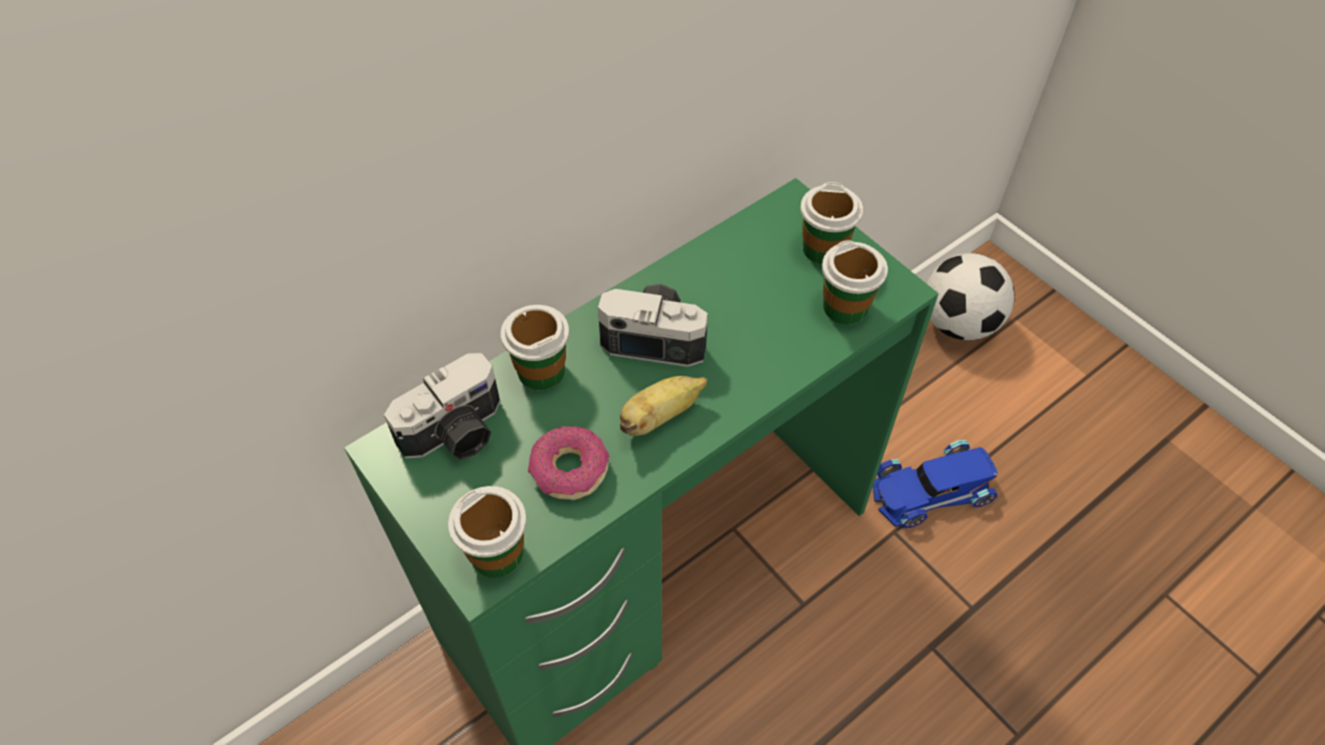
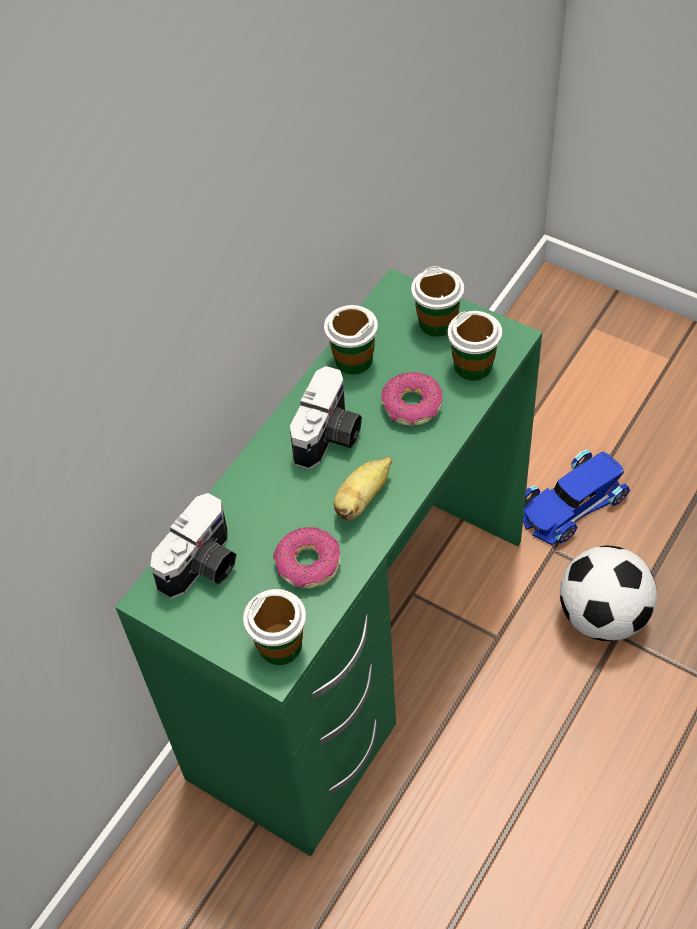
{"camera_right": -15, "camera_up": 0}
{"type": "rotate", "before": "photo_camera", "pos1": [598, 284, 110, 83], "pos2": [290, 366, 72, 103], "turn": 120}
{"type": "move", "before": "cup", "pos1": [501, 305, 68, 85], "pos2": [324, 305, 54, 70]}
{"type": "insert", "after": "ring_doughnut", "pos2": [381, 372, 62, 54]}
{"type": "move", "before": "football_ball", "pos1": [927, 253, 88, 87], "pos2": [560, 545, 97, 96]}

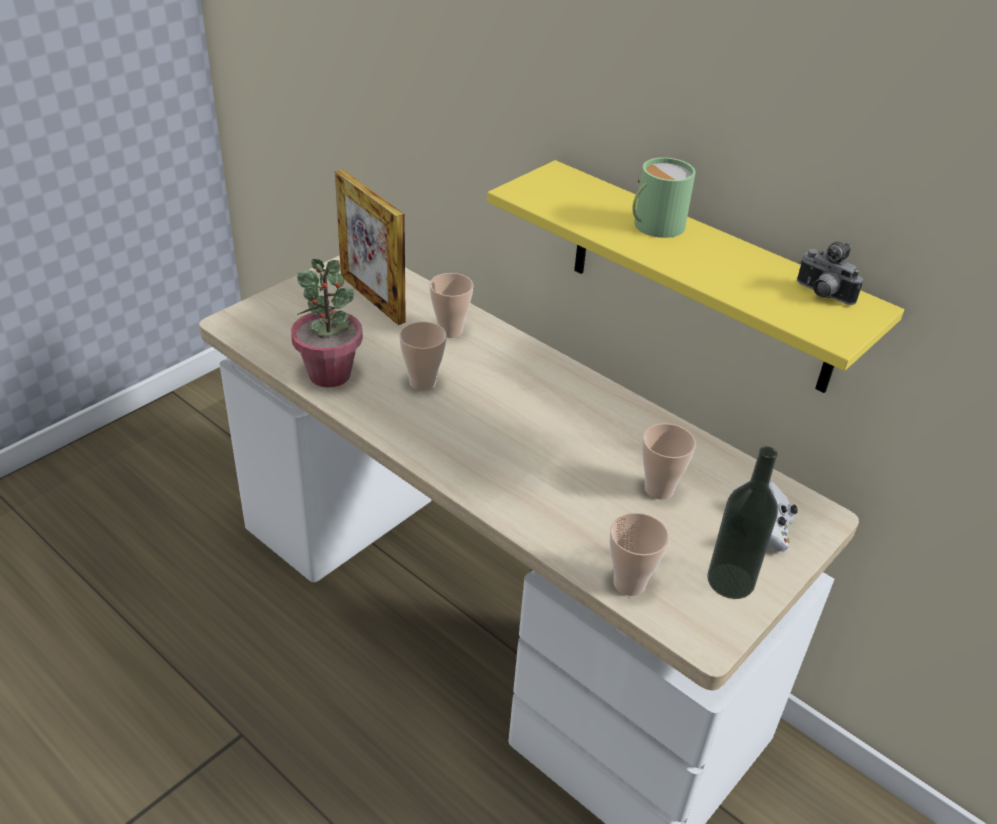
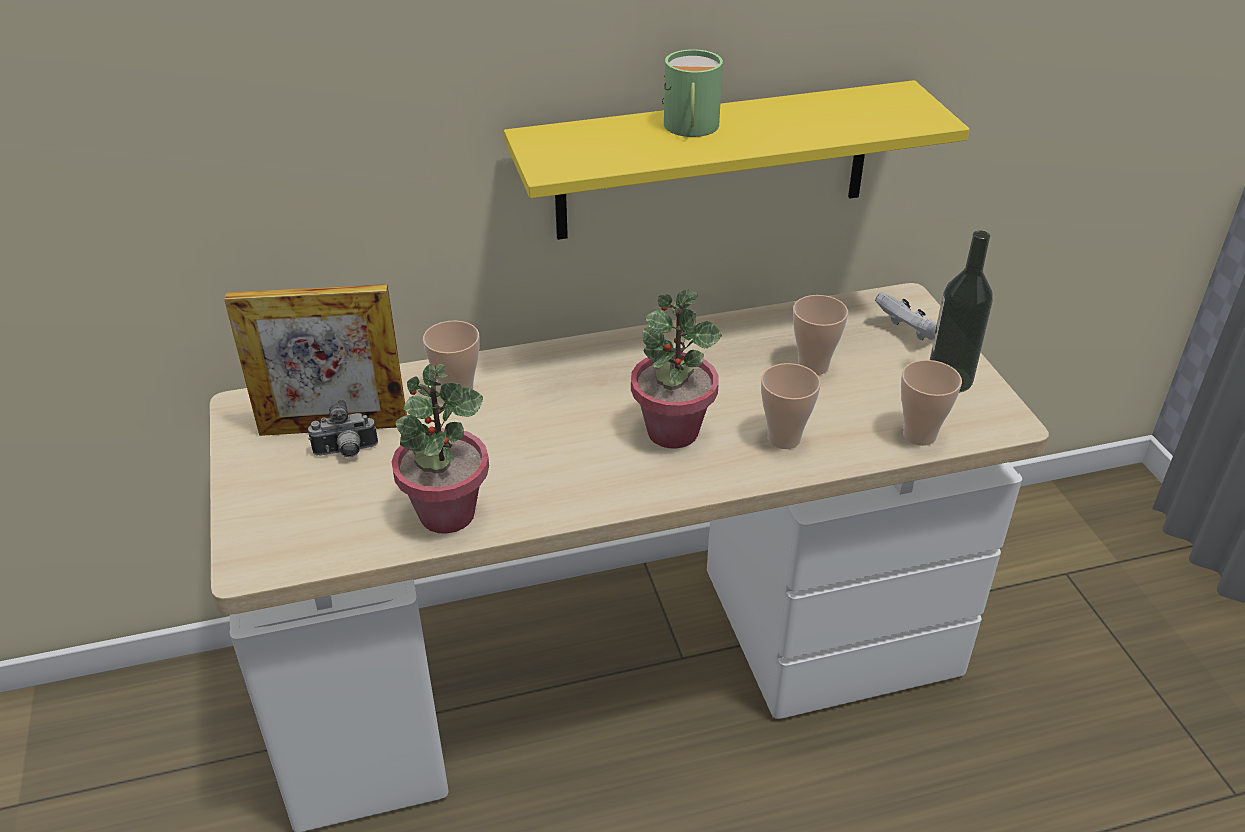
{"camera_right": -55, "camera_up": 0}
{"type": "move", "before": "photo_camera", "pos1": [797, 241, 66, 64], "pos2": [308, 399, 70, 58]}
{"type": "insert", "after": "plant_in_a_pot", "pos2": [631, 290, 91, 159]}
{"type": "move", "before": "cup", "pos1": [399, 322, 48, 69], "pos2": [761, 363, 60, 86]}

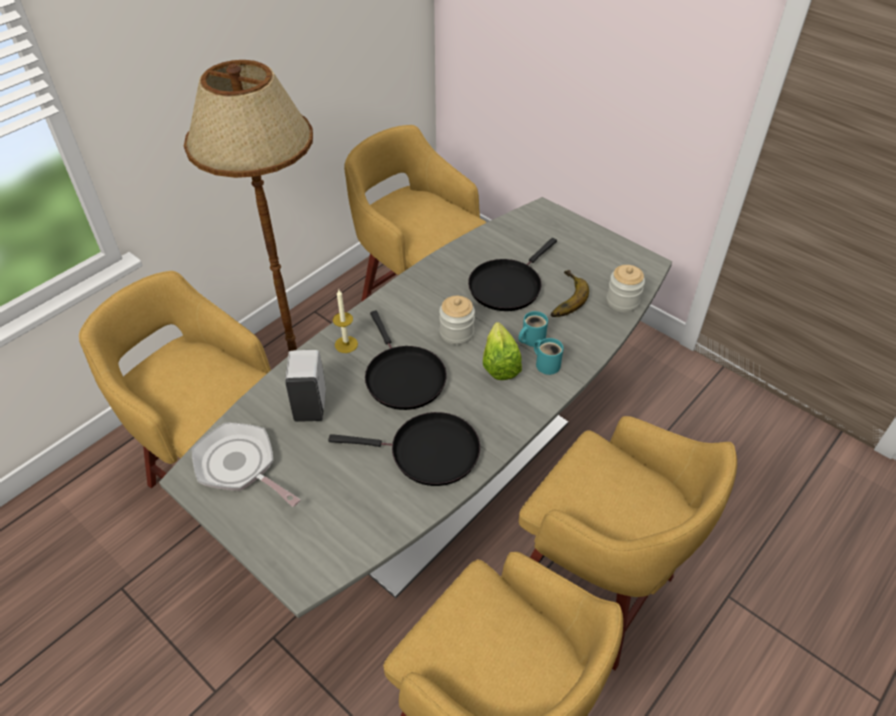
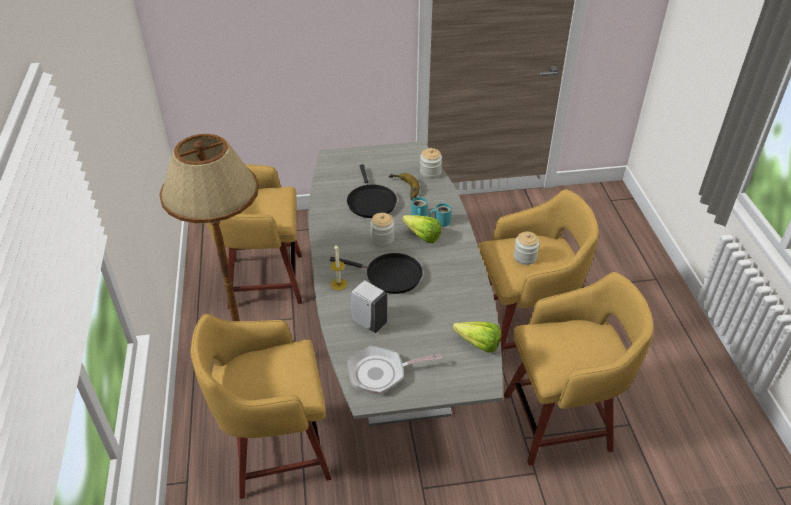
{"camera_right": -50, "camera_up": -5}
{"type": "insert", "after": "lettuce", "pos2": [452, 322, 49, 31]}
{"type": "insert", "after": "jar", "pos2": [514, 232, 26, 33]}
{"type": "delete", "before": "blackish_frying_pan", "pos1": [328, 412, 152, 74]}

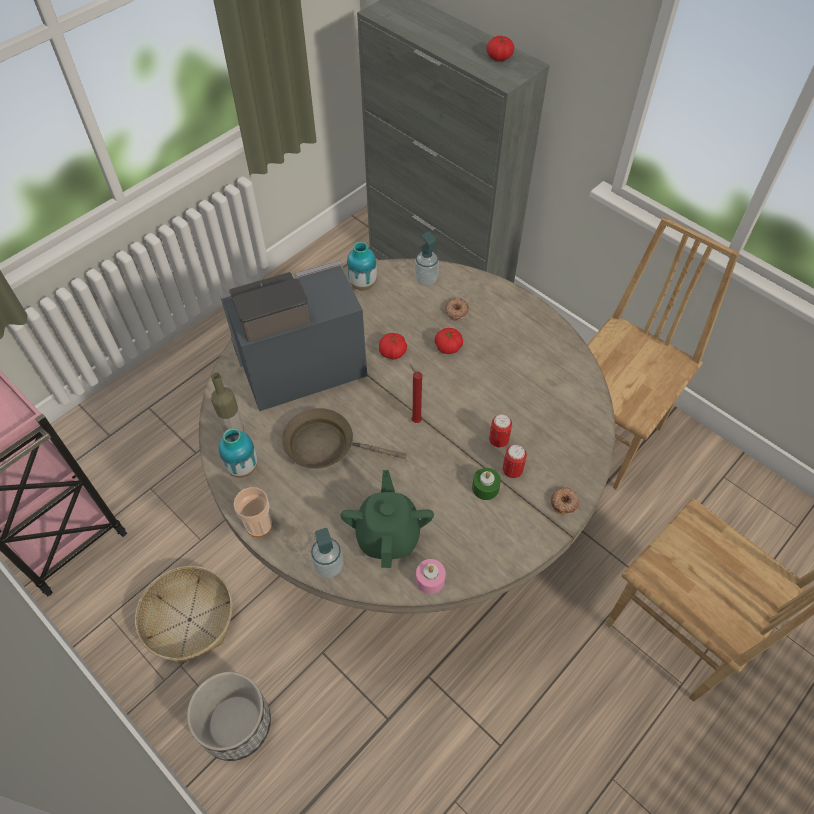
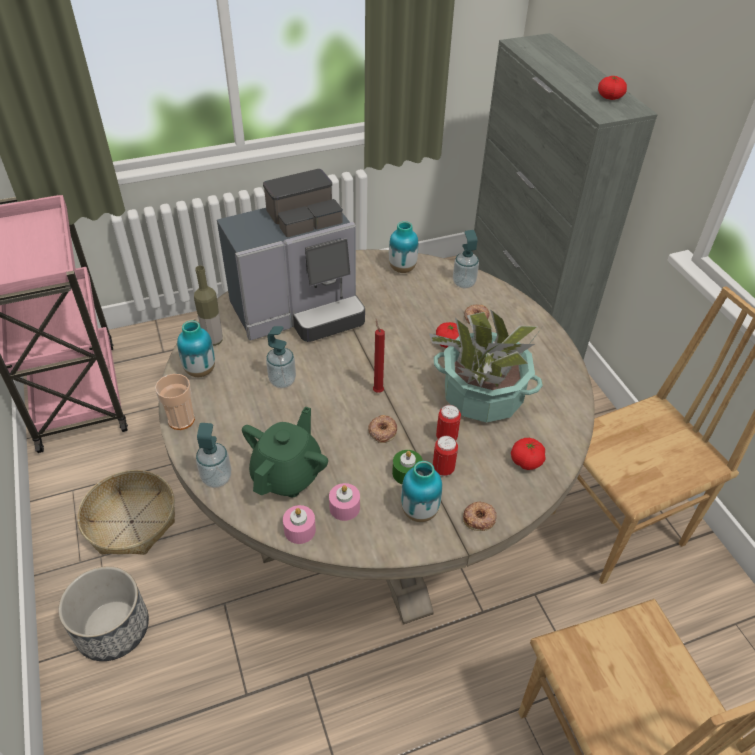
{"camera_right": 25, "camera_up": -10}
{"type": "rotate", "before": "coffee_maker", "pos1": [220, 260, 147, 151], "pos2": [217, 169, 148, 173], "turn": 150}
{"type": "replace", "before": "brownish_frying_pan", "after": "liquid_soap_bottle", "pos1": [282, 408, 125, 61], "pos2": [266, 326, 30, 62]}
{"type": "insert", "after": "pink_wax_light", "pos2": [329, 483, 31, 38]}
{"type": "insert", "after": "ring_doughnut", "pos2": [368, 415, 29, 28]}
{"type": "insert", "after": "flower_vase", "pos2": [401, 461, 41, 61]}
{"type": "insert", "after": "plant_in_a_pot", "pos2": [429, 309, 115, 114]}
{"type": "move", "before": "tomato", "pos1": [379, 333, 28, 27], "pos2": [511, 438, 35, 32]}

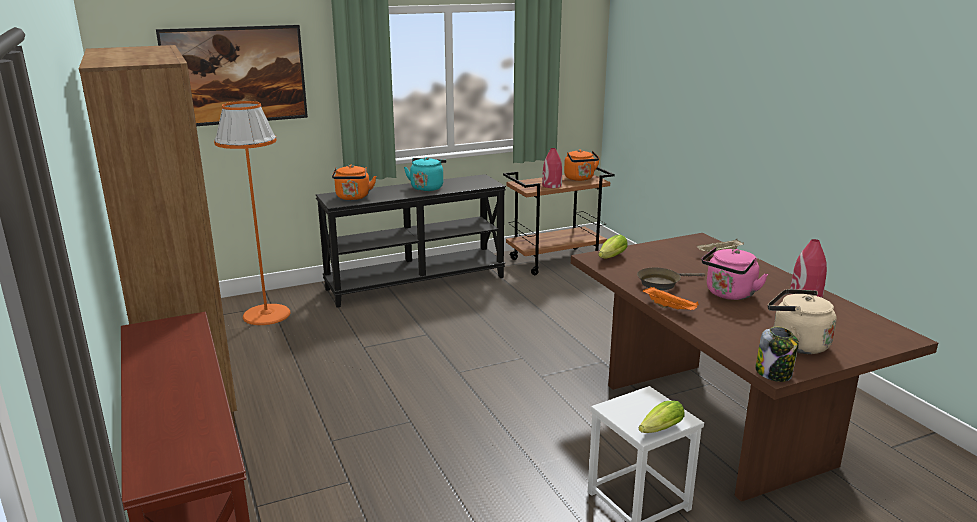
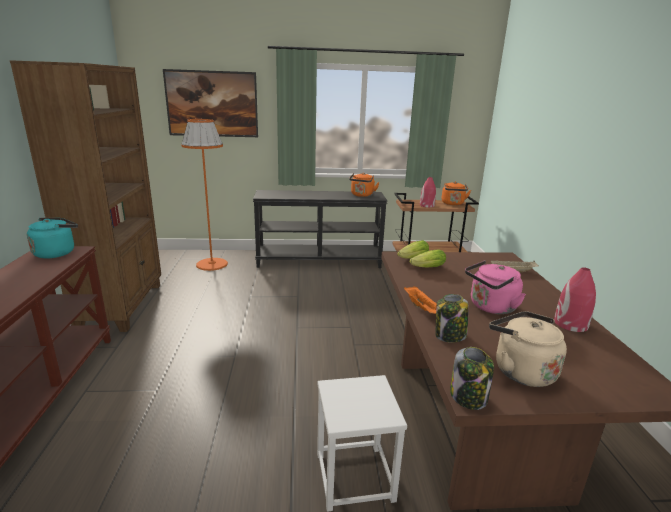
{"camera_right": 20, "camera_up": 0}
{"type": "move", "before": "blue-green_water_kettle", "pos1": [404, 157, 42, 34], "pos2": [27, 218, 51, 40]}
{"type": "move", "before": "orange-coloured_water_kettle", "pos1": [332, 165, 44, 35], "pos2": [349, 173, 31, 24]}
{"type": "move", "before": "lettuce", "pos1": [639, 401, 45, 32], "pos2": [409, 250, 37, 17]}
{"type": "insert", "after": "jar", "pos2": [435, 294, 34, 49]}
{"type": "delete", "before": "brownish_frying_pan", "pos1": [637, 267, 68, 23]}

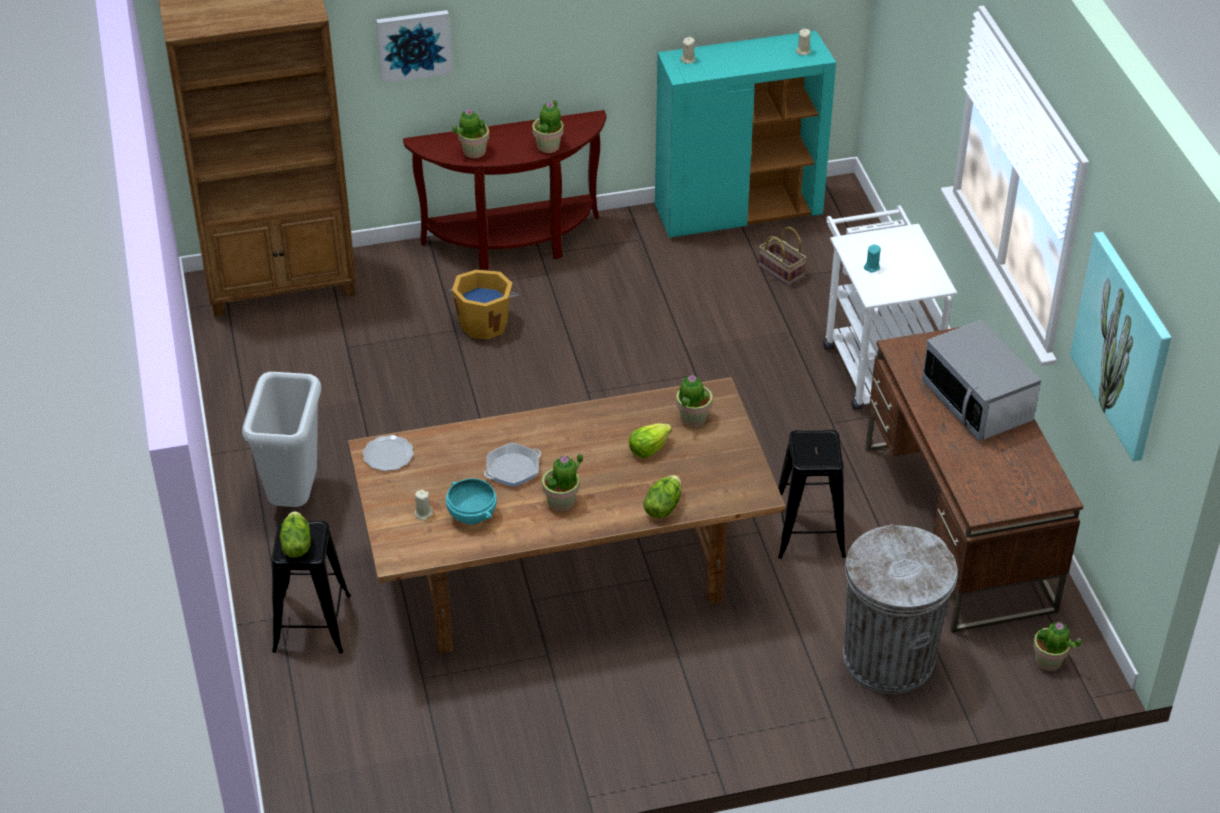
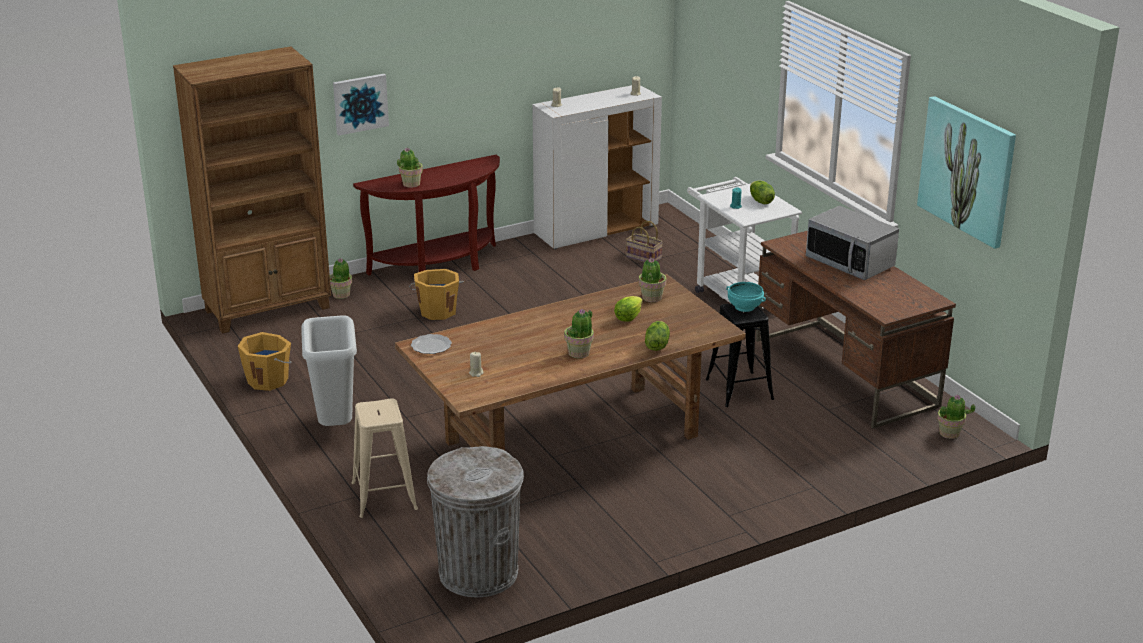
{"camera_right": -15, "camera_up": -15}
{"type": "insert", "after": "orange-coloured_bucket", "pos2": [238, 332, 54, 59]}
{"type": "move", "before": "plant_in_a_pot", "pos1": [532, 100, 32, 53], "pos2": [330, 258, 22, 41]}
{"type": "recolor", "before": "blackish_stool", "after": "beige-coloured_stool", "pos1": [271, 521, 80, 132], "pos2": [352, 398, 66, 120]}
{"type": "move", "before": "grey_trash_can", "pos1": [843, 525, 115, 169], "pos2": [427, 446, 97, 151]}
{"type": "recolor", "before": "blue-green_cabinet", "after": "white_cabinet", "pos1": [655, 31, 181, 207], "pos2": [532, 85, 130, 164]}
{"type": "move", "before": "blue-green_serving_bowl", "pos1": [446, 479, 51, 45], "pos2": [726, 282, 40, 30]}
{"type": "move", "before": "lettuce", "pos1": [280, 511, 31, 47], "pos2": [750, 181, 25, 23]}
{"type": "delete", "before": "frying_pan", "pos1": [484, 443, 57, 44]}

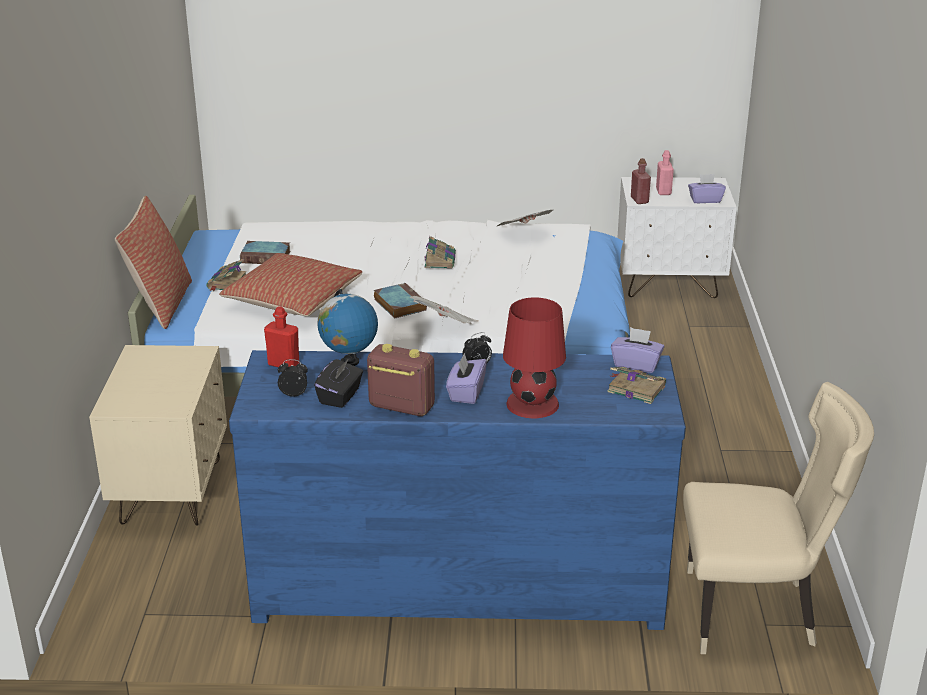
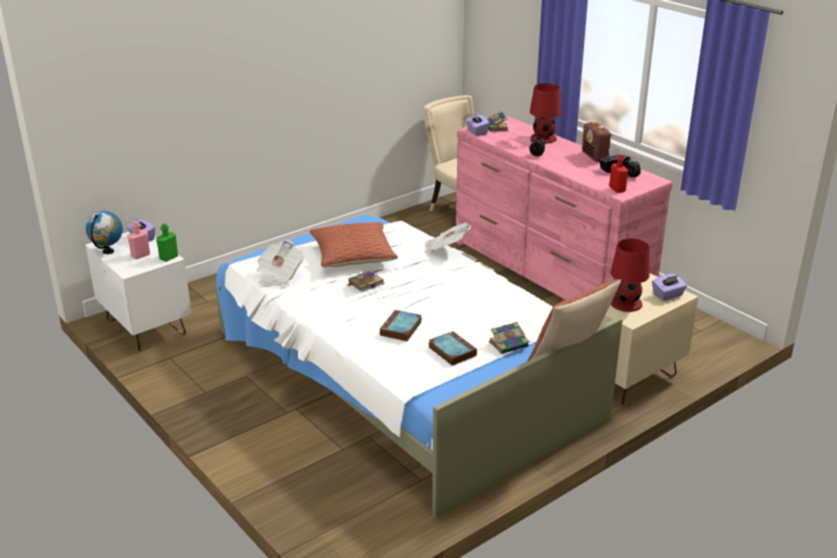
{"camera_right": -130, "camera_up": 0}
{"type": "move", "before": "globe", "pos1": [317, 289, 61, 77], "pos2": [86, 211, 37, 43]}
{"type": "recolor", "before": "red_bottle", "after": "green_bottle", "pos1": [631, 158, 20, 46], "pos2": [156, 223, 22, 39]}
{"type": "move", "before": "throw_pillow", "pos1": [219, 253, 144, 63], "pos2": [310, 222, 88, 45]}
{"type": "move", "before": "book", "pos1": [374, 283, 53, 35], "pos2": [380, 310, 42, 31]}
{"type": "recolor", "before": "blue-coloured_chest_of_drawers", "after": "pink_chest_of_drawers", "pos1": [229, 350, 457, 280], "pos2": [456, 115, 217, 185]}
{"type": "insert", "after": "red_lamp_for_a_table", "pos2": [611, 239, 38, 73]}
{"type": "move", "before": "purplish_box_of_tissues", "pos1": [446, 353, 41, 51], "pos2": [652, 274, 35, 27]}

